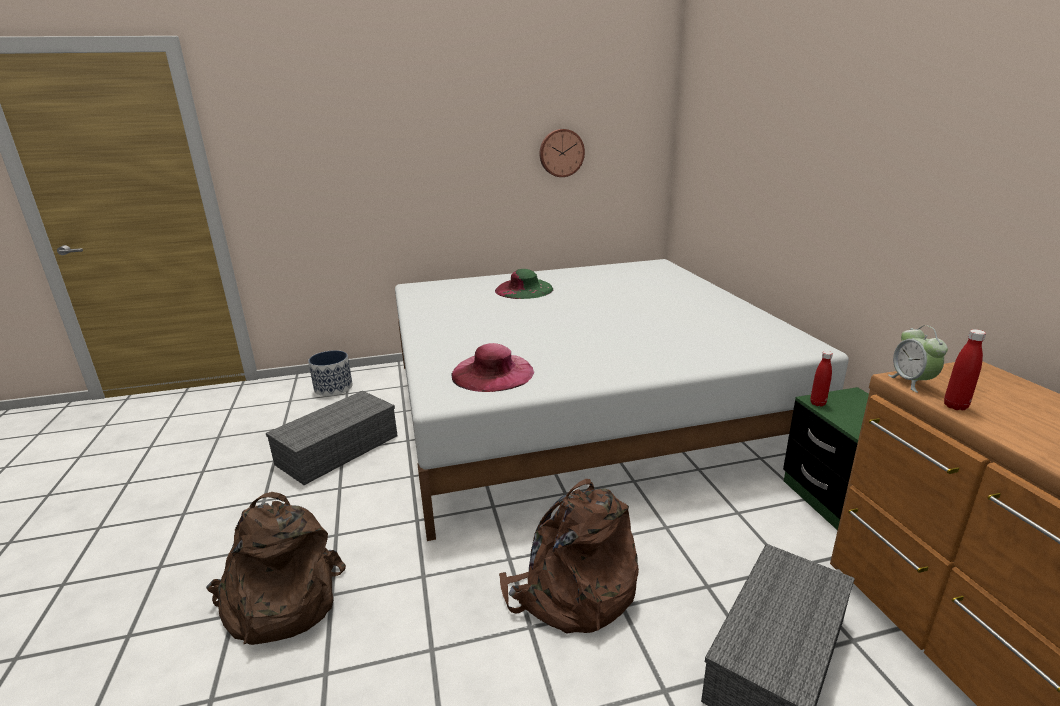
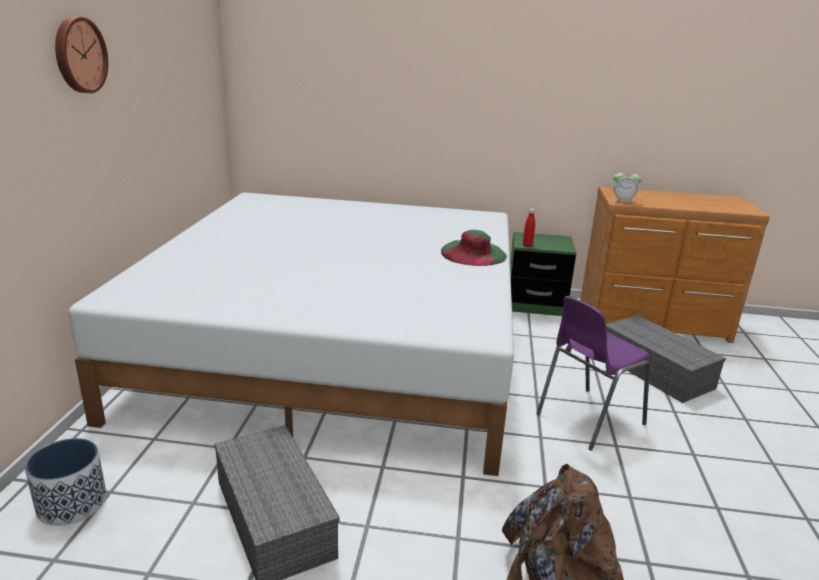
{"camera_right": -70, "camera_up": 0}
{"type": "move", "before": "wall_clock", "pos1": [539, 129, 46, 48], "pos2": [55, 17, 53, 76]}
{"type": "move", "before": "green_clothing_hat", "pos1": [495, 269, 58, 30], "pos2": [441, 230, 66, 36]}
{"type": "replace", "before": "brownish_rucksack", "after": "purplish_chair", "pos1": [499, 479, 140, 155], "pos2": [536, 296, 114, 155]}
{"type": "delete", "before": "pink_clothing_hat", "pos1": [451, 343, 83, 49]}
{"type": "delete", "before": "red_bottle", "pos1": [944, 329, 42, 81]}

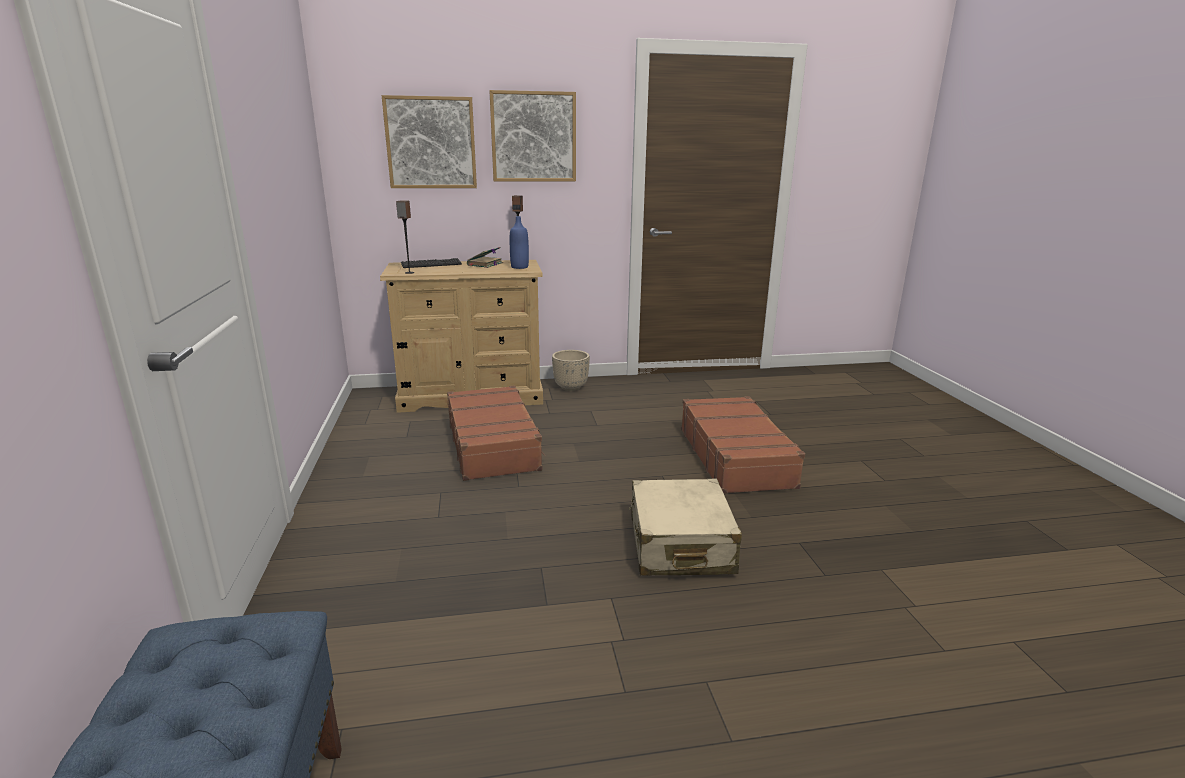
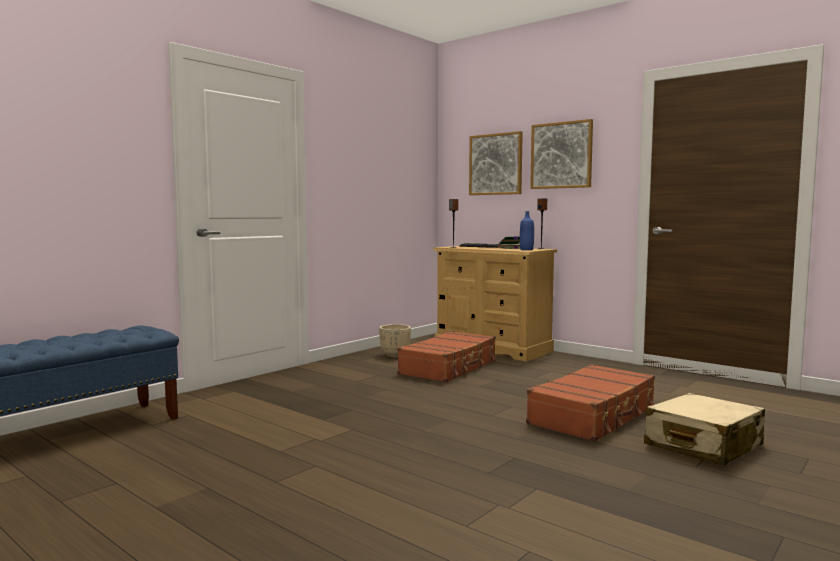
{"camera_right": 50, "camera_up": -15}
{"type": "move", "before": "beige-coloured_plant_pot", "pos1": [552, 350, 38, 41], "pos2": [379, 324, 32, 34]}
{"type": "move", "before": "beige-coloured_suitcase", "pos1": [629, 479, 113, 97], "pos2": [644, 393, 121, 73]}

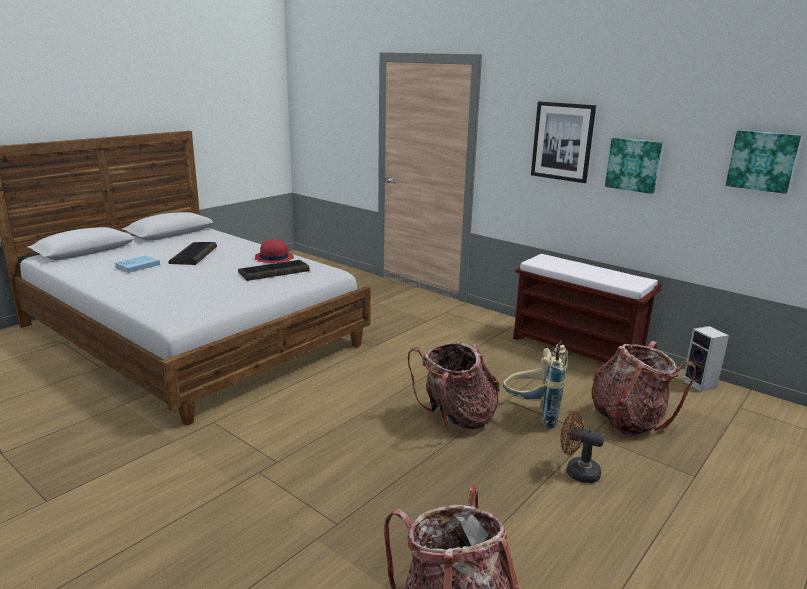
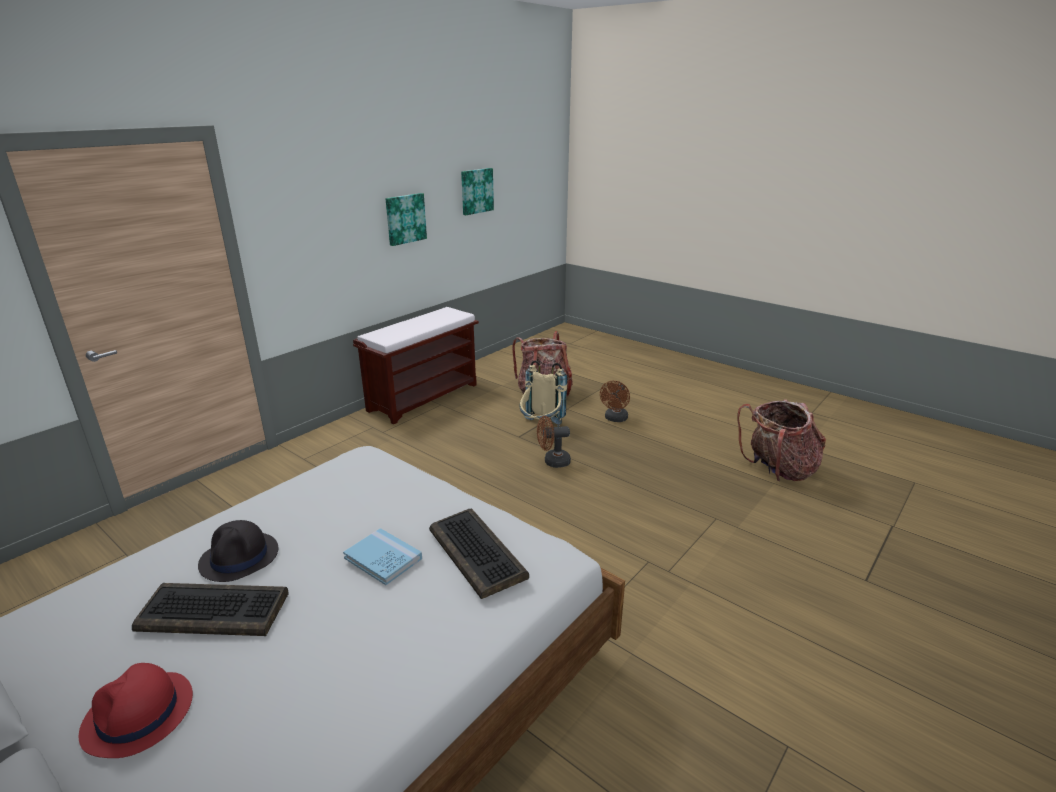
{"camera_right": -90, "camera_up": 5}
{"type": "move", "before": "red_clothing_hat", "pos1": [255, 239, 39, 24], "pos2": [79, 663, 114, 95]}
{"type": "insert", "after": "blackish_clothing_hat", "pos2": [198, 520, 81, 62]}
{"type": "move", "before": "blue-coloured_book", "pos1": [114, 255, 46, 18], "pos2": [343, 528, 79, 57]}
{"type": "move", "before": "PC_keyboard", "pos1": [238, 260, 72, 21], "pos2": [429, 509, 100, 90]}
{"type": "replace", "before": "rucksack", "after": "brownish_fan", "pos1": [408, 341, 92, 91], "pos2": [537, 416, 34, 52]}
{"type": "delete", "before": "wall_picture", "pos1": [531, 101, 65, 82]}
{"type": "delete", "before": "loudspeaker", "pos1": [683, 326, 46, 65]}

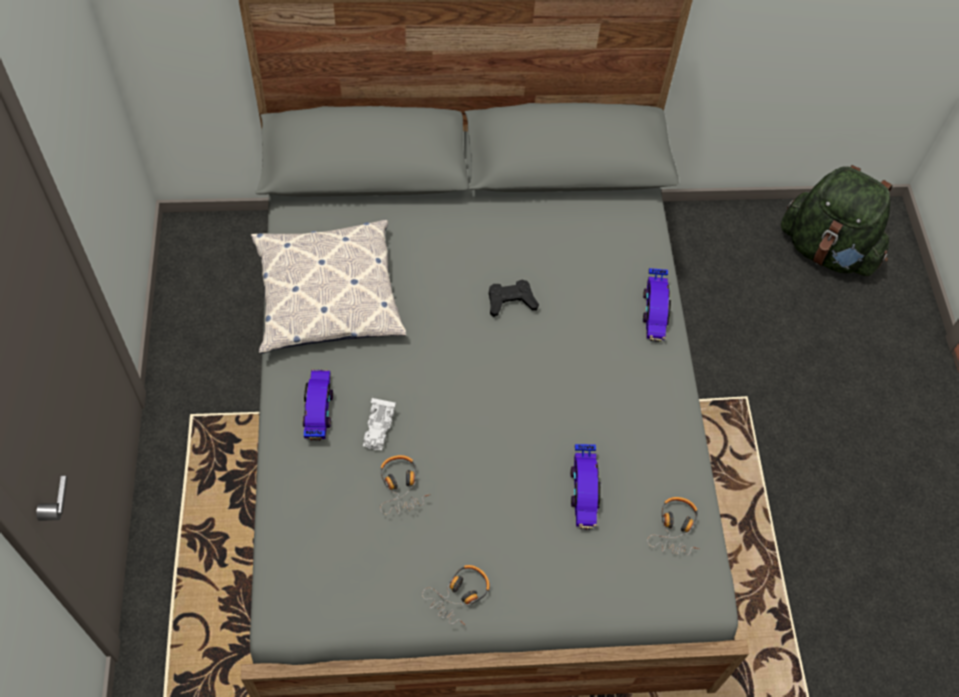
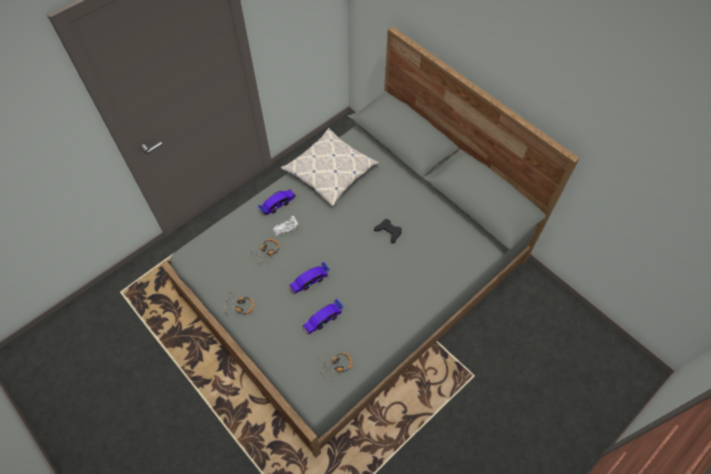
{"camera_right": 55, "camera_up": 0}
{"type": "move", "before": "model_car", "pos1": [643, 268, 28, 74], "pos2": [289, 262, 41, 32]}
{"type": "delete", "before": "green_rucksack", "pos1": [781, 165, 112, 111]}

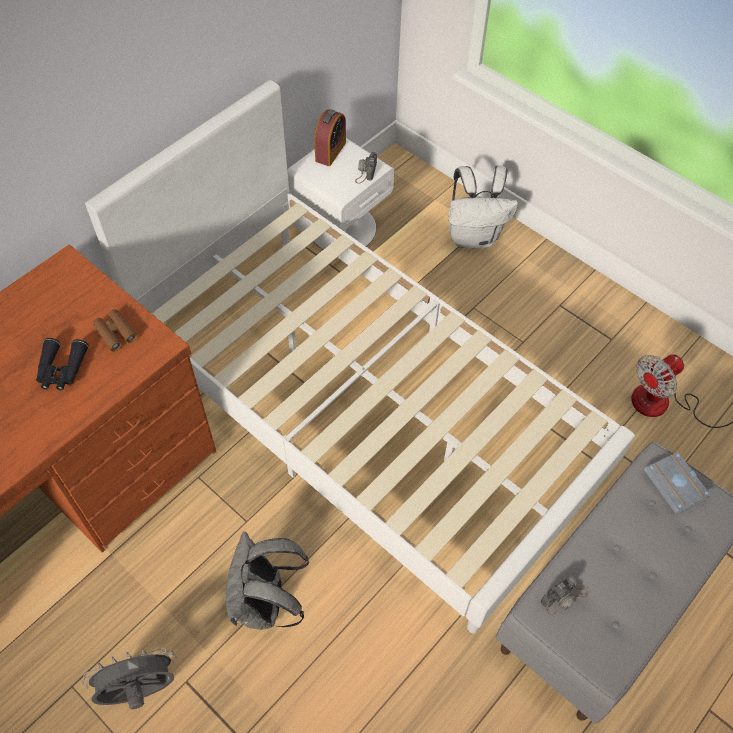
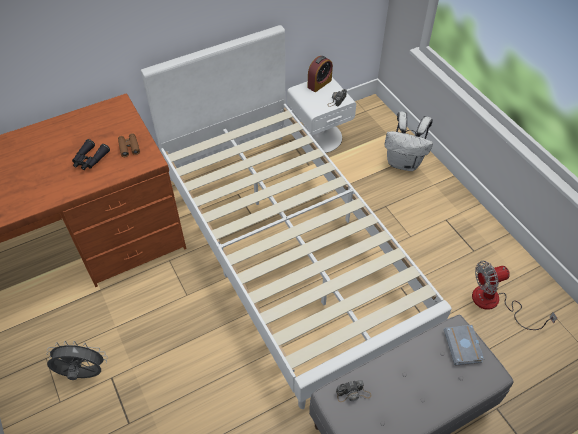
{"camera_right": 20, "camera_up": -5}
{"type": "delete", "before": "grey_rucksack", "pos1": [226, 532, 83, 98]}

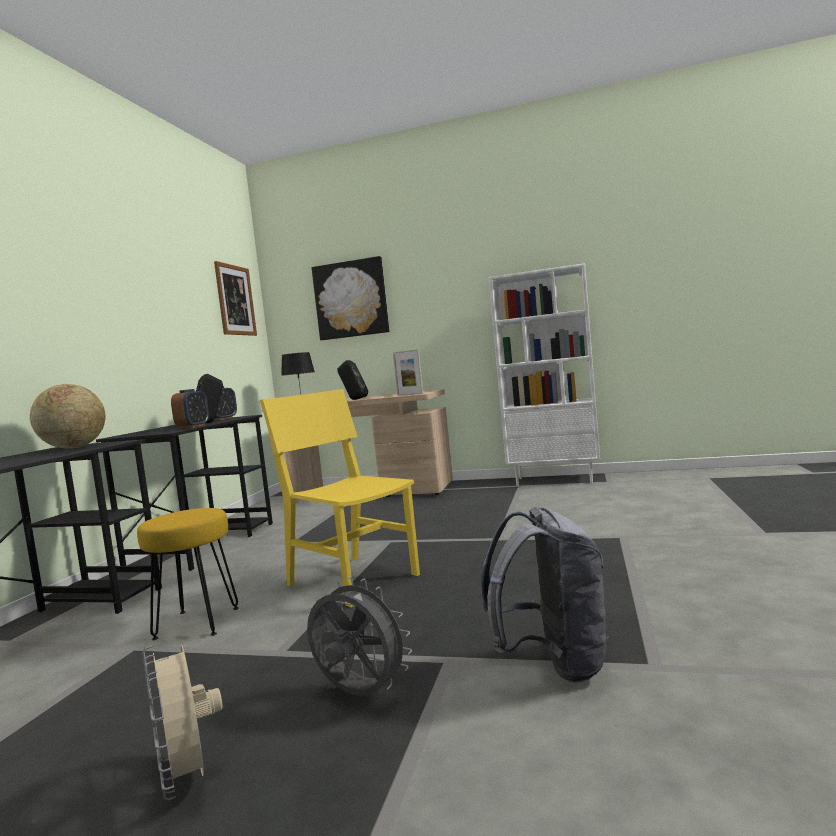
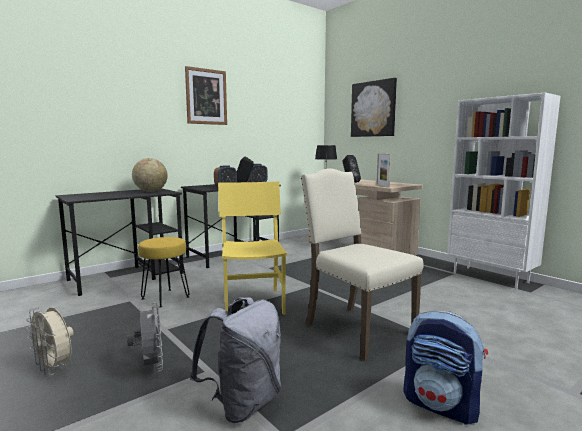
{"camera_right": 35, "camera_up": 5}
{"type": "rotate", "before": "beige-coloured_fan", "pos1": [143, 644, 80, 156], "pos2": [26, 308, 48, 67], "turn": -60}
{"type": "move", "before": "wall_picture", "pos1": [214, 261, 43, 75], "pos2": [185, 66, 42, 59]}
{"type": "insert", "after": "beige-coloured_chair", "pos2": [301, 168, 123, 193]}
{"type": "insert", "after": "rucksack", "pos2": [403, 311, 85, 114]}

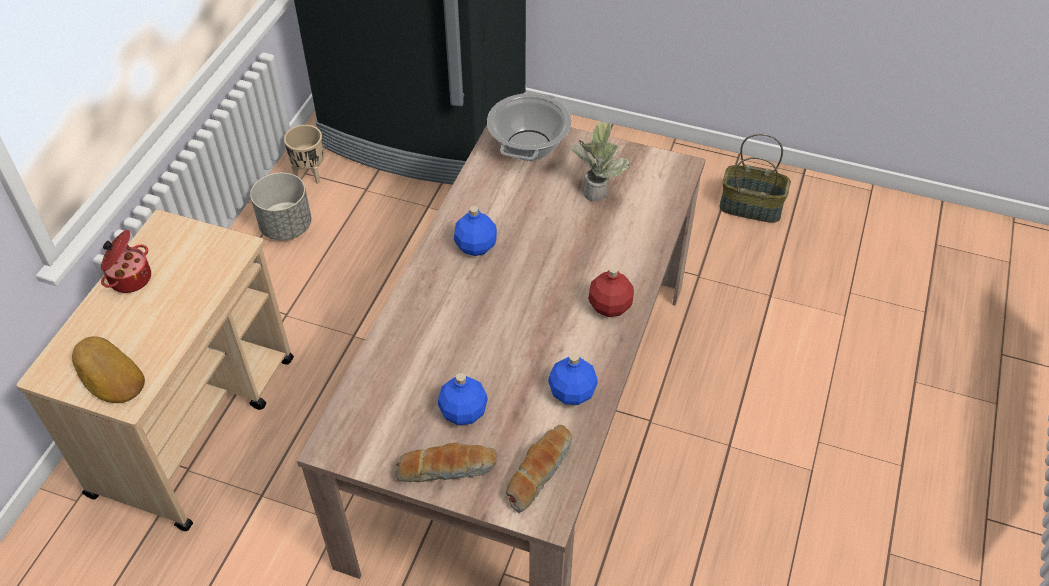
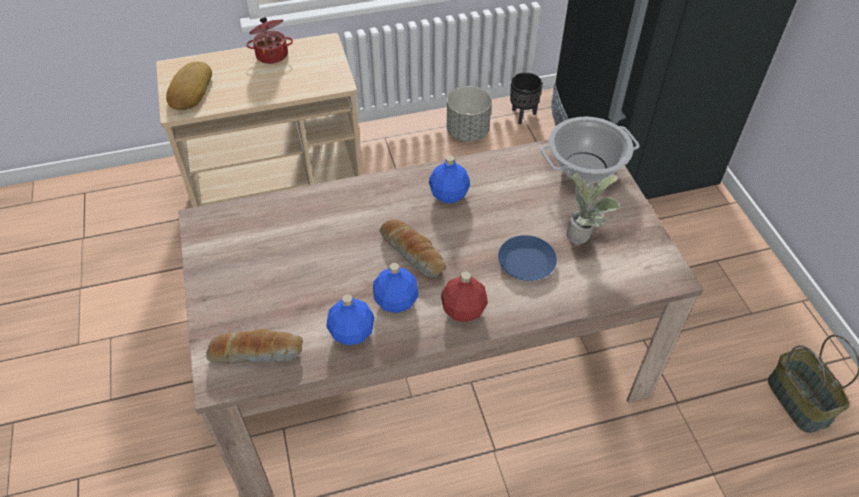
{"camera_right": 55, "camera_up": 0}
{"type": "move", "before": "blue-coloured_bottle", "pos1": [438, 373, 50, 52], "pos2": [373, 263, 46, 50]}
{"type": "move", "before": "bread", "pos1": [395, 443, 102, 40], "pos2": [380, 219, 66, 59]}
{"type": "insert", "after": "blue-coloured_flat_dish", "pos2": [498, 235, 59, 46]}
{"type": "recolor", "before": "beige-coloured_plant_pot", "after": "blackish_plant_pot", "pos1": [284, 125, 40, 59], "pos2": [510, 73, 33, 51]}

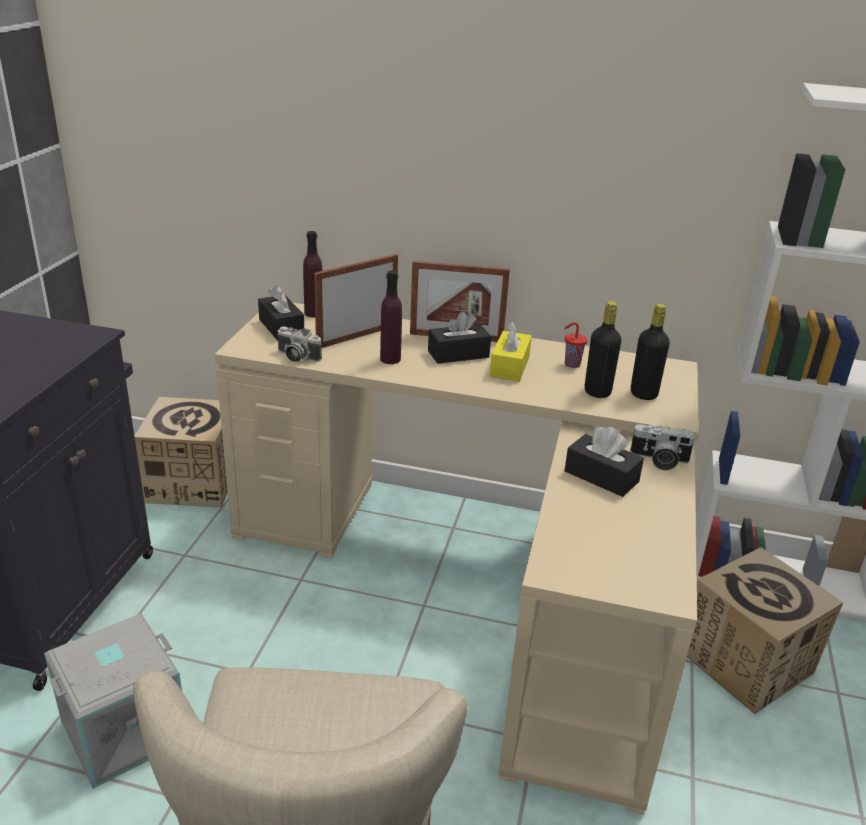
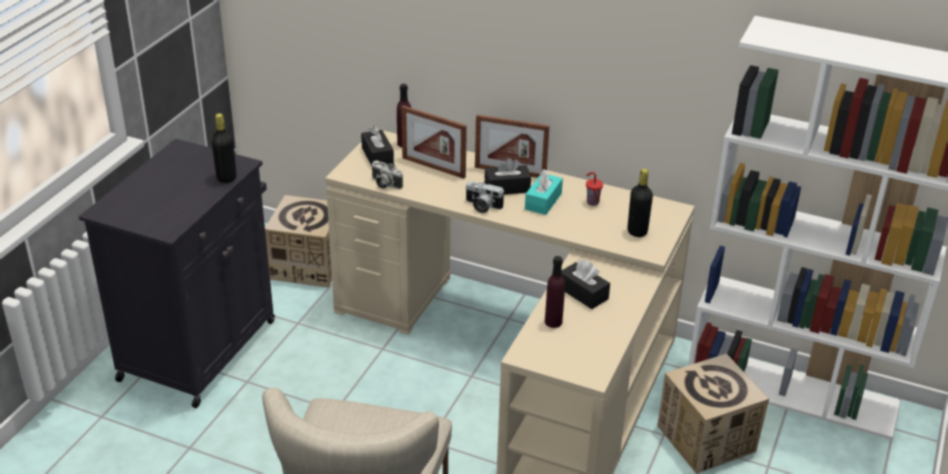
{"camera_right": 10, "camera_up": 5}
{"type": "move", "before": "blackish_bottle", "pos1": [585, 301, 36, 97], "pos2": [211, 113, 25, 70]}
{"type": "rotate", "before": "photo_frame", "pos1": [314, 254, 84, 94], "pos2": [401, 106, 66, 73], "turn": -120}
{"type": "move", "before": "photo_camera", "pos1": [630, 424, 65, 46], "pos2": [465, 181, 40, 32]}
{"type": "recolor", "before": "yellow_box_of_tissues", "after": "blue-green_box_of_tissues", "pos1": [490, 321, 42, 60], "pos2": [525, 169, 38, 46]}
{"type": "move", "before": "purplish_bottle", "pos1": [380, 271, 22, 93], "pos2": [545, 256, 20, 72]}
{"type": "delete", "before": "grey_storage_bin", "pos1": [44, 614, 138, 174]}

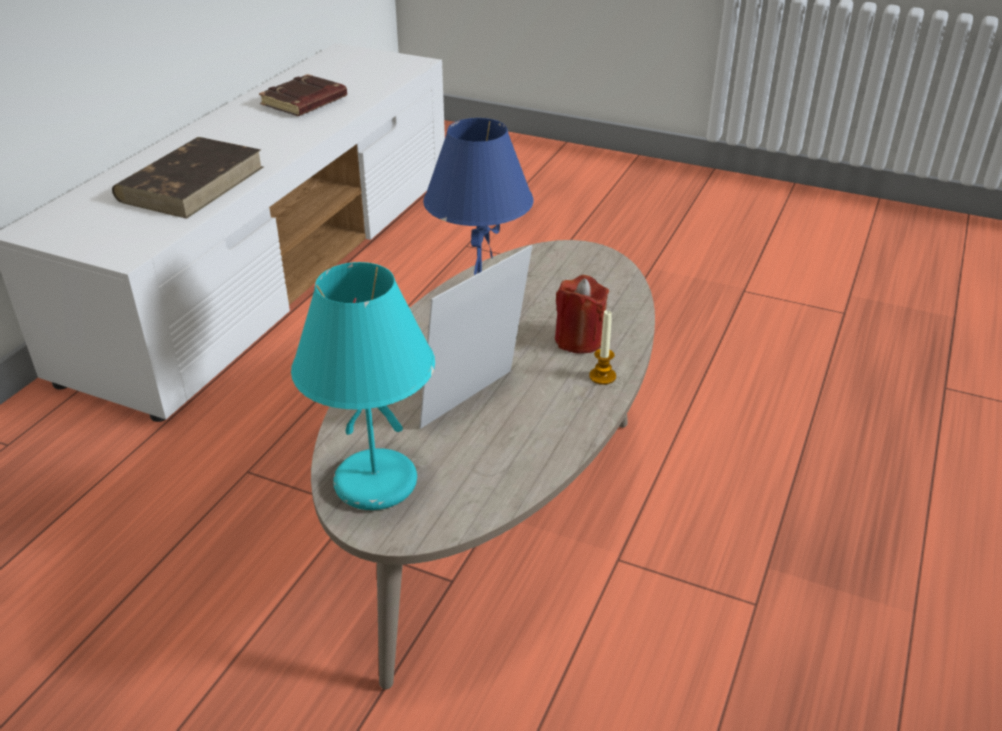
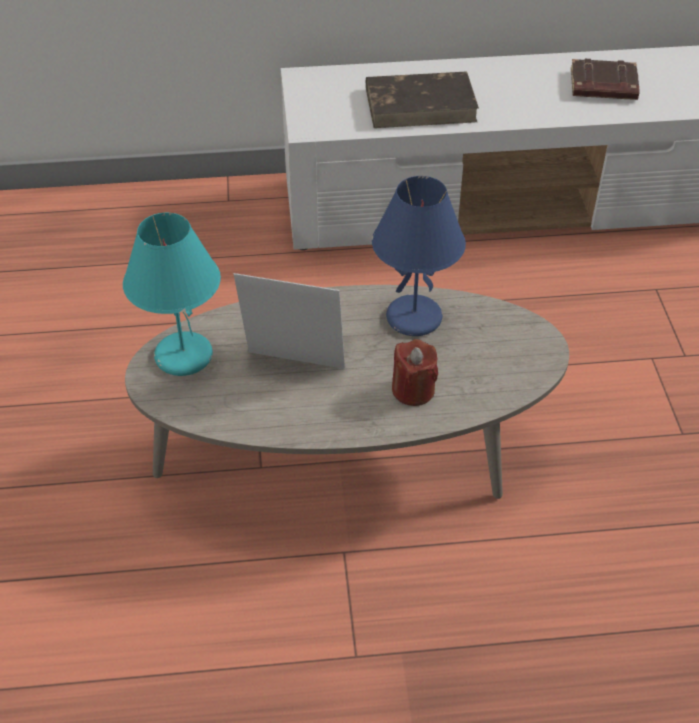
{"camera_right": 60, "camera_up": 10}
{"type": "delete", "before": "wax_light", "pos1": [589, 310, 27, 75]}

